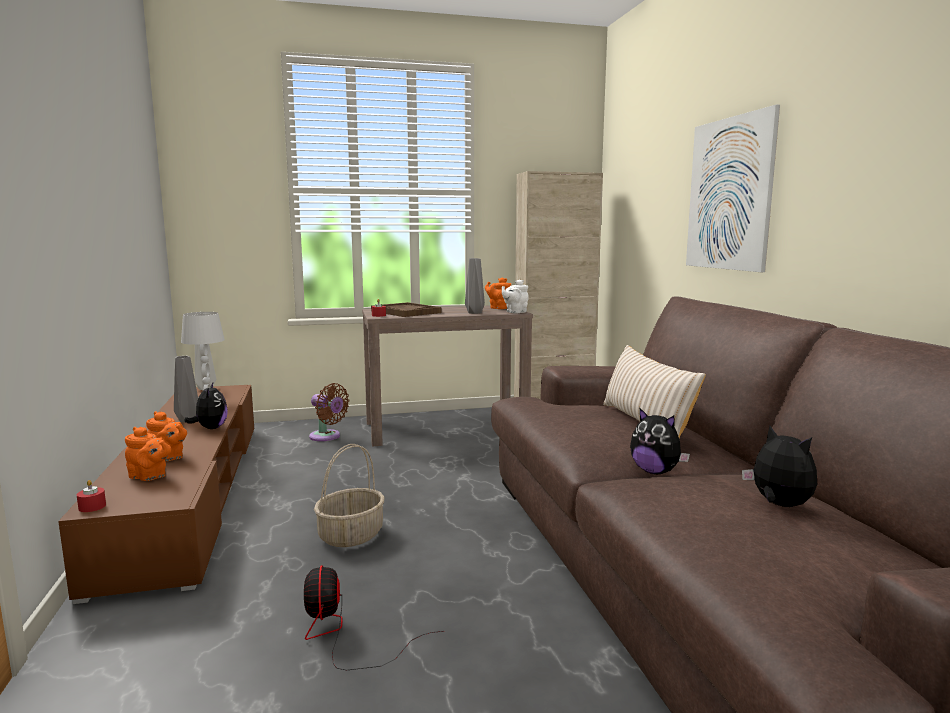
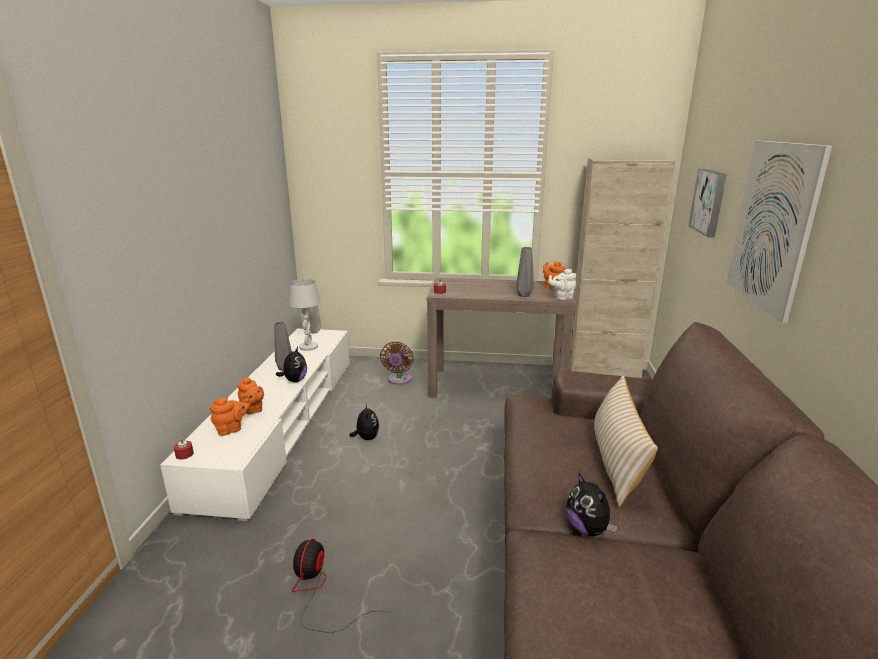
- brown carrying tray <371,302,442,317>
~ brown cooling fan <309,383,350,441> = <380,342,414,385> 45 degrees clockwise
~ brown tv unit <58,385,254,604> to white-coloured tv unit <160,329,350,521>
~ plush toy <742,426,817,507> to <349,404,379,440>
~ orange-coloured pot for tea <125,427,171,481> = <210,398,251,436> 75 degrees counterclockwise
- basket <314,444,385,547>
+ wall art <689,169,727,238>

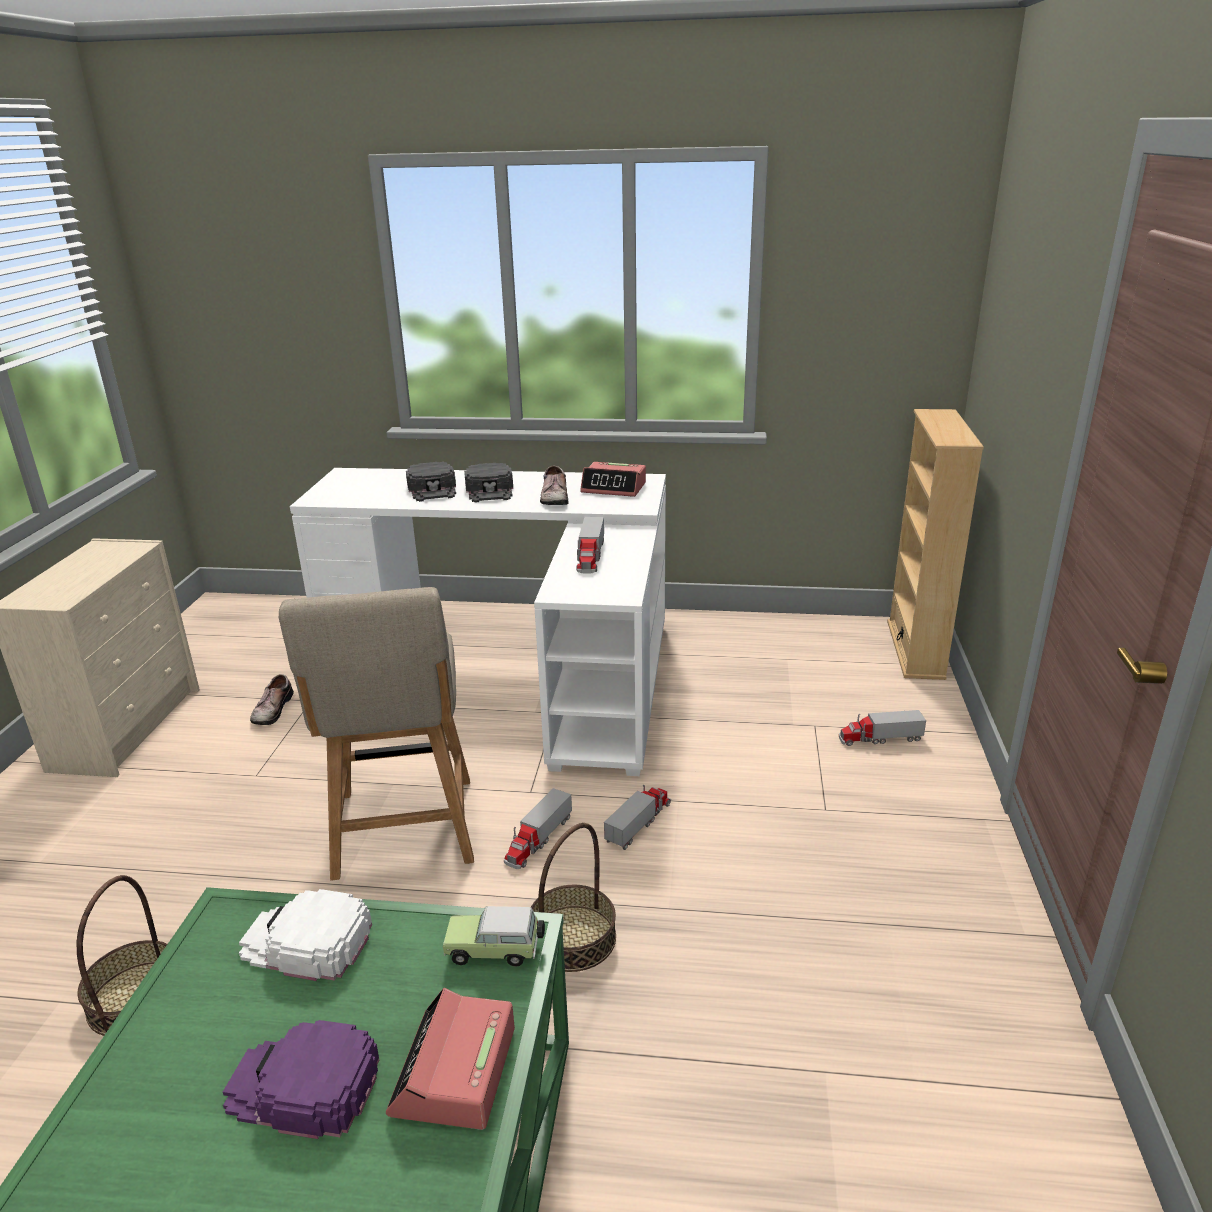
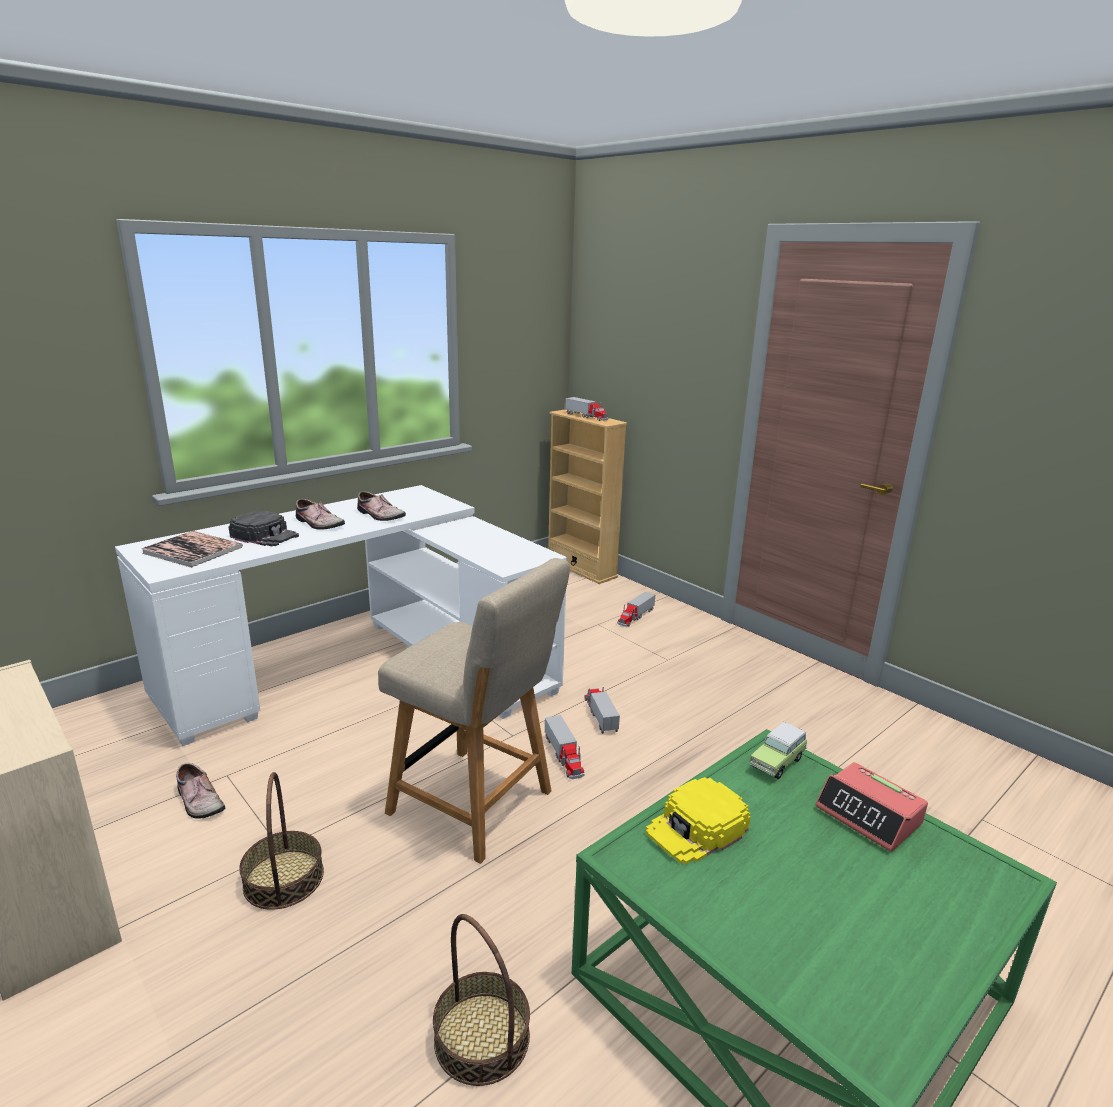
- bedside clock <580,462,646,497>
~ blackish baseball cap <464,463,513,503> to item of footwear <296,499,345,530>
~ model truck <577,517,604,573> to <565,397,609,421>
~ basket <531,823,616,972> to <239,772,324,910>
~ white-coloured baseball cap <239,889,372,981> to yellow-coloured baseball cap <645,777,750,864>
- purplish baseball cap <223,1020,379,1139>
+ volume <141,531,243,568>

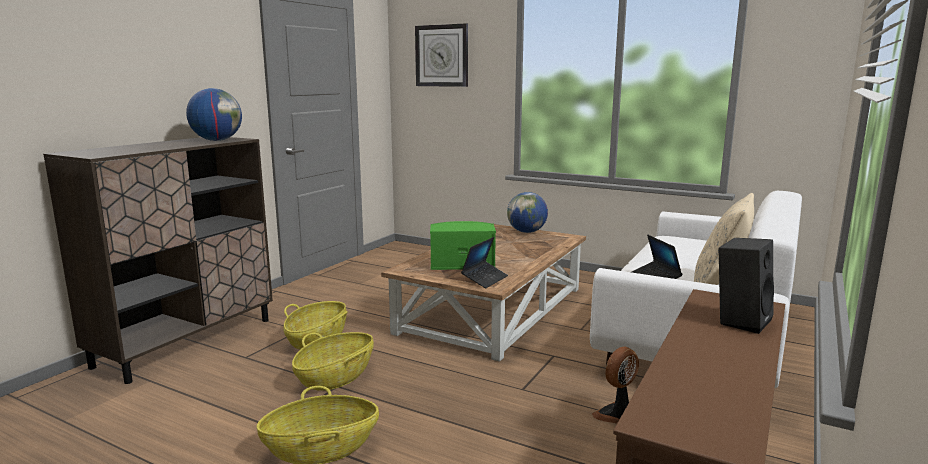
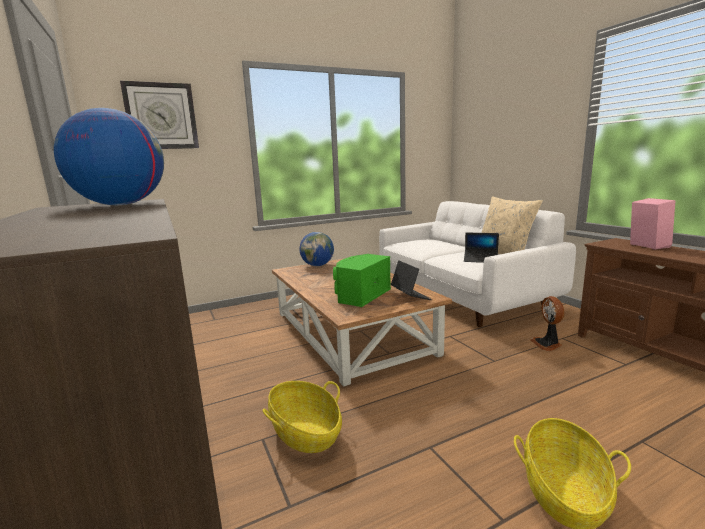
~ blackish speaker <719,238,774,334> to pink speaker <630,198,675,250>
- basket <292,332,374,391>

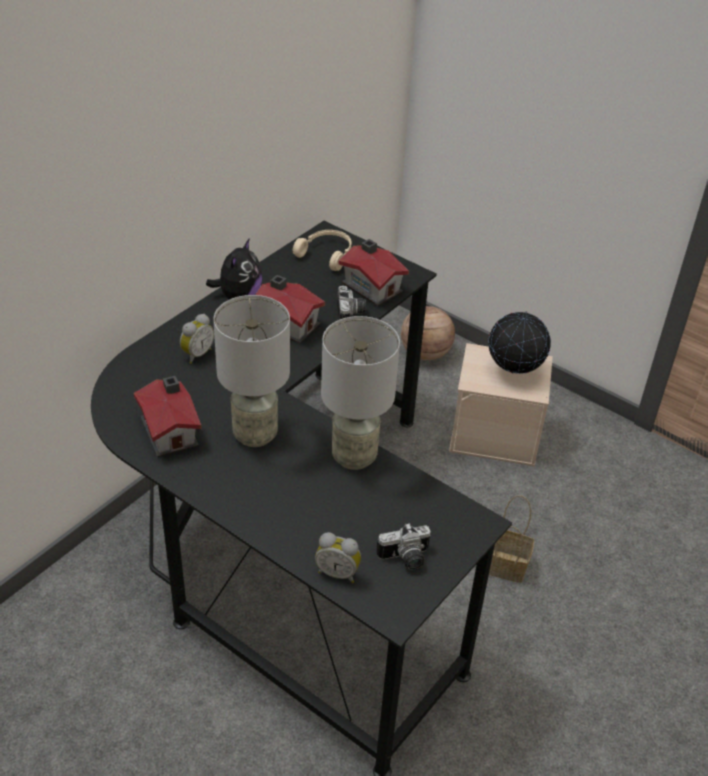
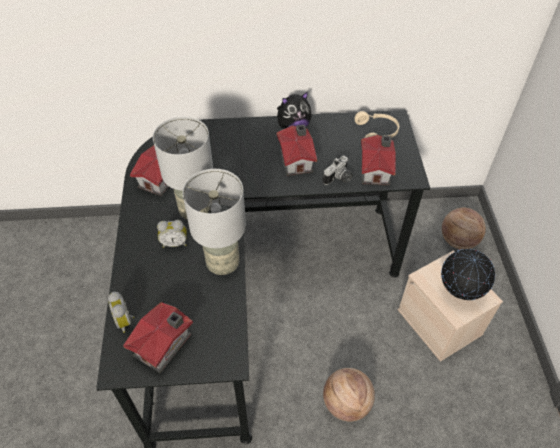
~ bedside clock <180,314,214,364> to <157,220,187,248>
~ basket <489,495,534,583> to basketball <323,368,375,421>
~ photo camera <376,523,431,570> to miniature house <123,302,193,373>

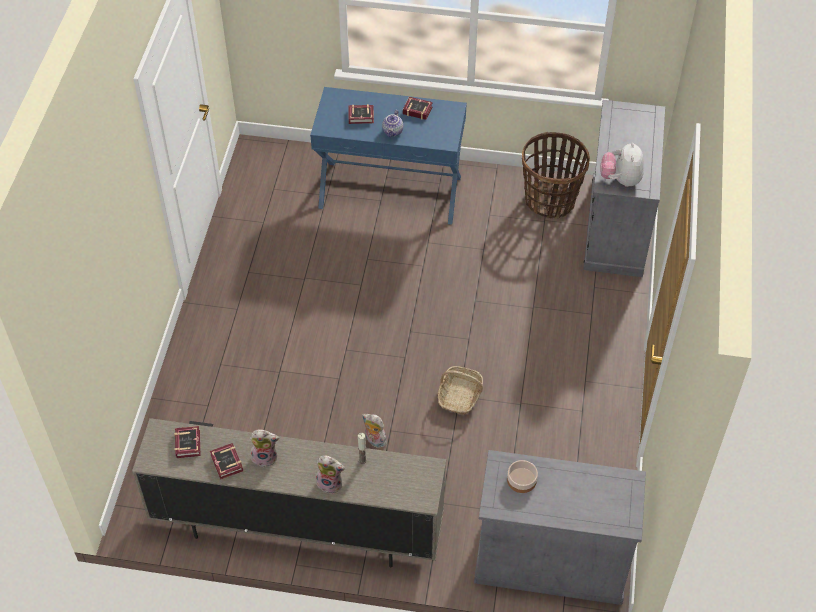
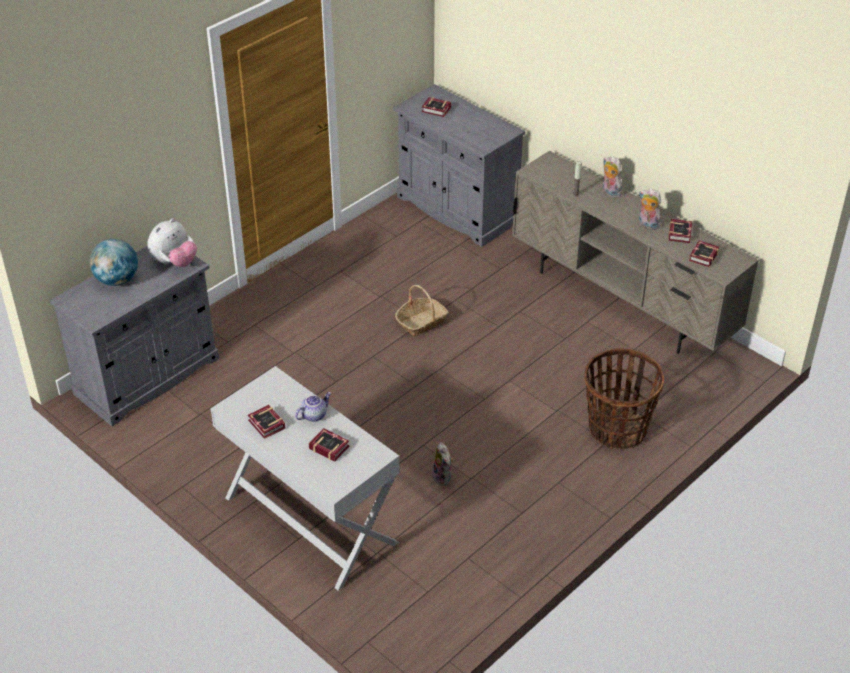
~ bluish console table <310,87,467,225> to white-coloured console table <211,366,400,591>
~ basket <522,132,590,219> to <585,348,664,450>
~ plush toy <362,414,387,448> to <432,442,454,486>
- deep dish <507,460,538,493>
+ volume <422,97,451,117>
+ globe <90,239,138,286>

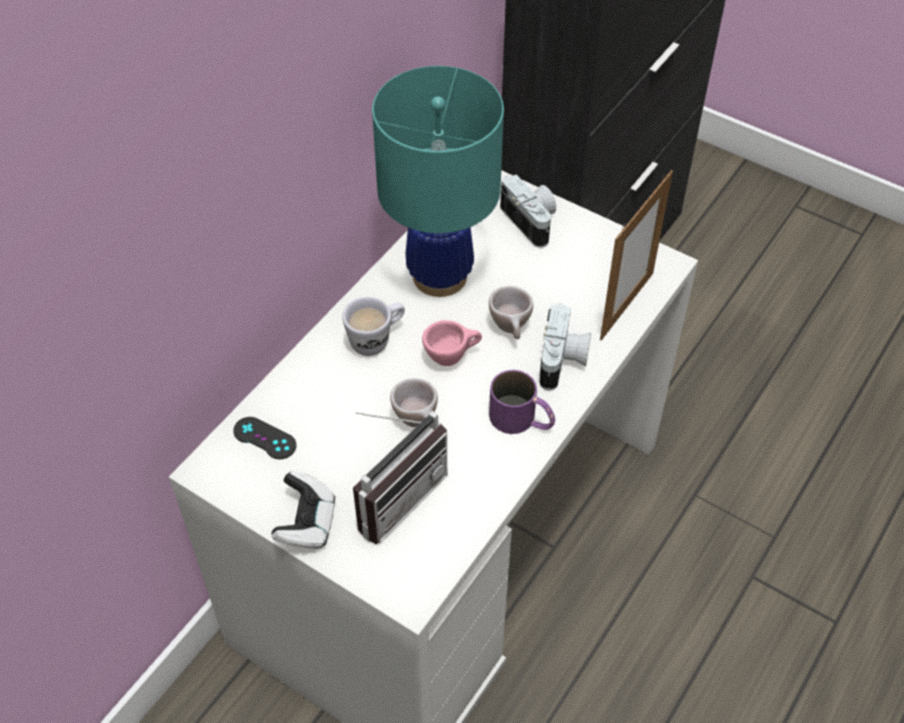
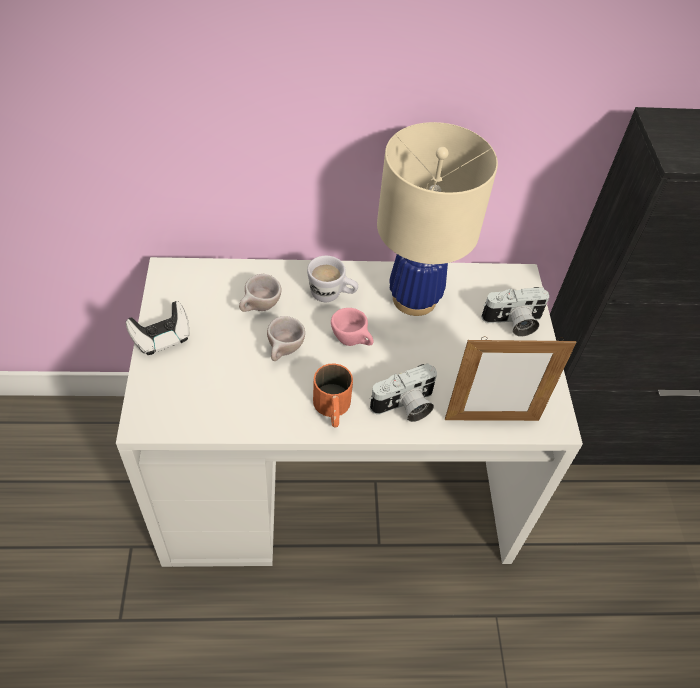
~ turquoise tabletop lamp <372,66,504,297> to beige tabletop lamp <377,122,498,316>
~ photo camera <500,175,556,248> = <481,287,549,337> 60 degrees clockwise
~ beige small cup <489,286,533,339> to <239,274,281,312>
~ purplish tea mug <489,370,555,434> to orange-coloured tea mug <313,364,353,428>
- radio set <353,411,447,544>
- blackish gamepad <233,417,296,459>

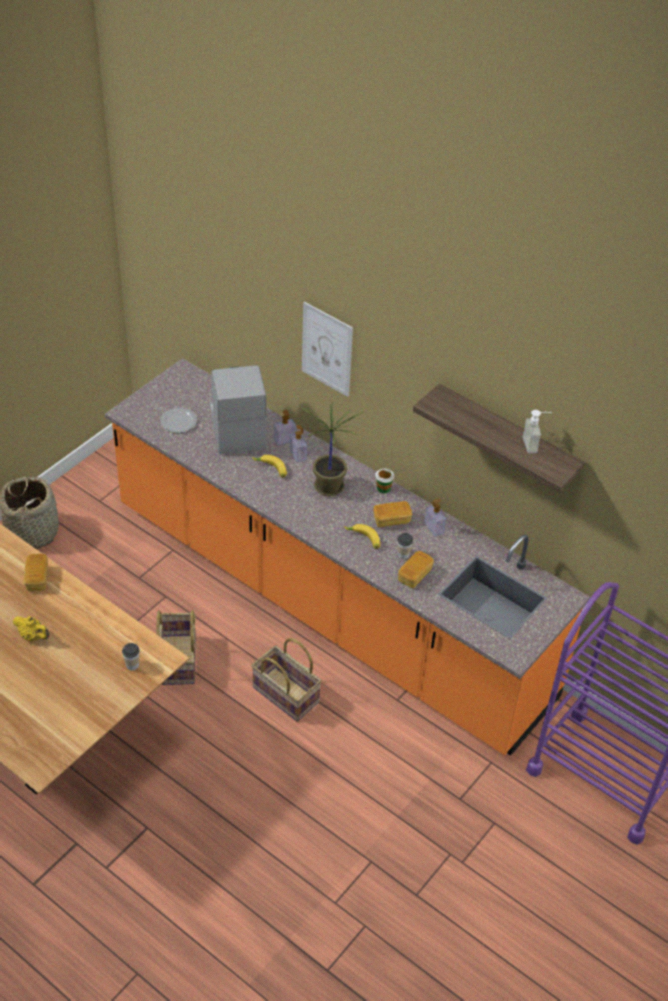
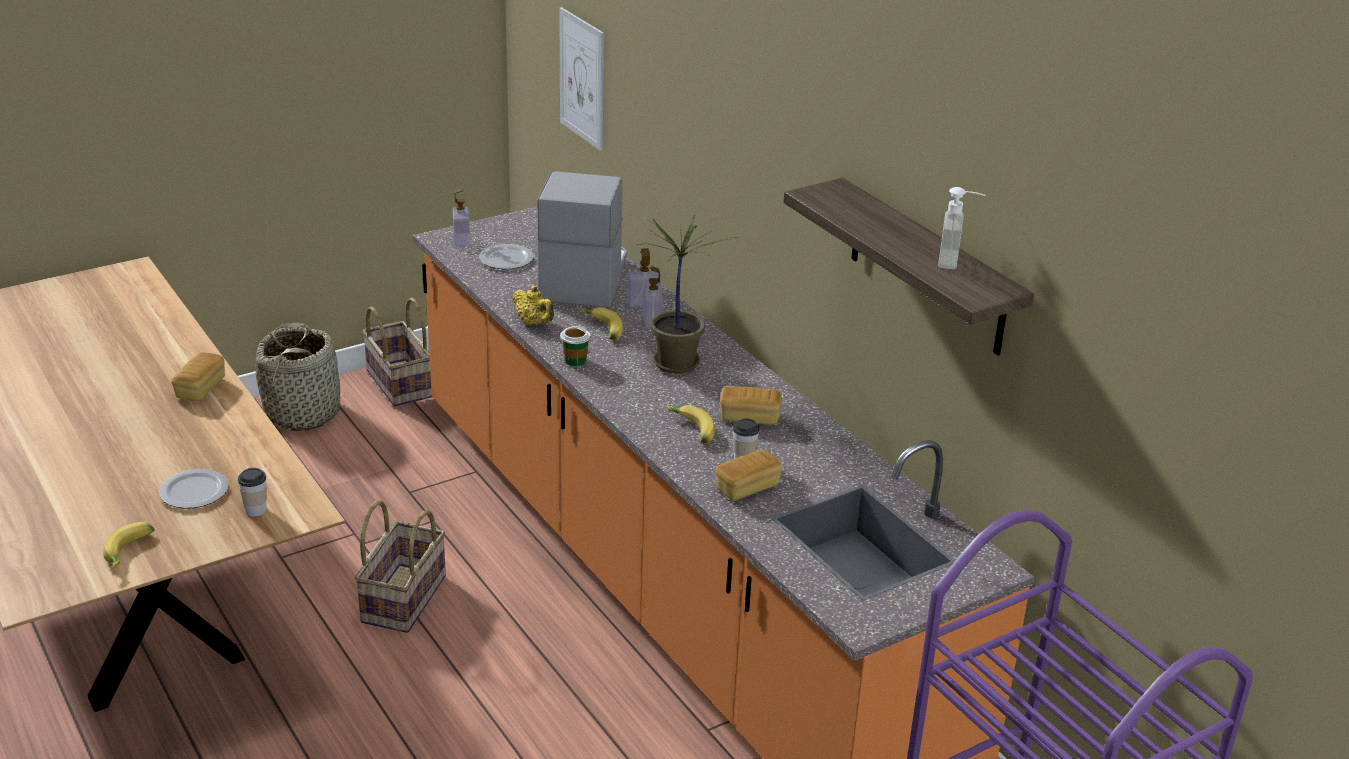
~ wall art <302,302,353,397> to <559,7,604,151>
~ small cup <375,468,394,494> to <560,326,590,366>
~ soap dispenser <425,498,446,537> to <453,187,470,246>
~ yellow-coloured pot for tea <13,616,49,641> to <512,285,554,326>
~ basket <251,638,322,722> to <362,298,432,407>
+ flat dish <159,469,229,509>
+ whole banana <103,522,155,569>

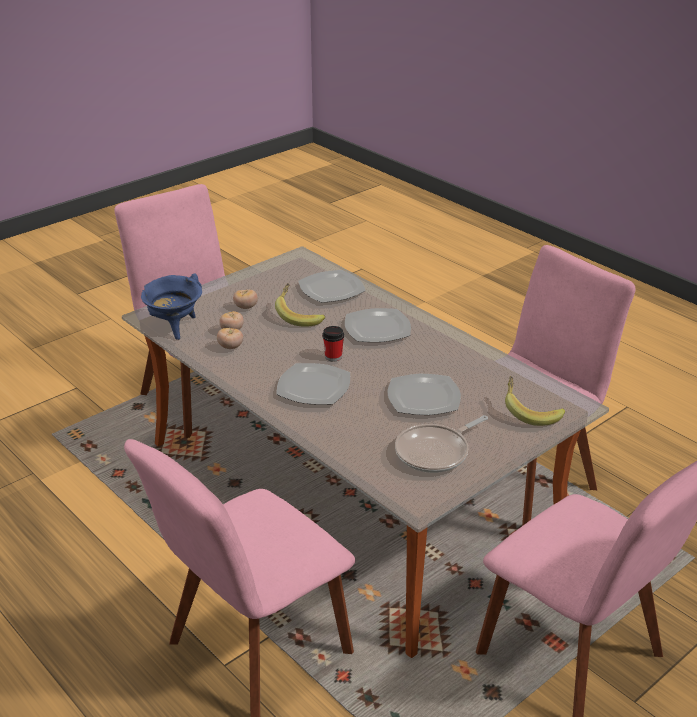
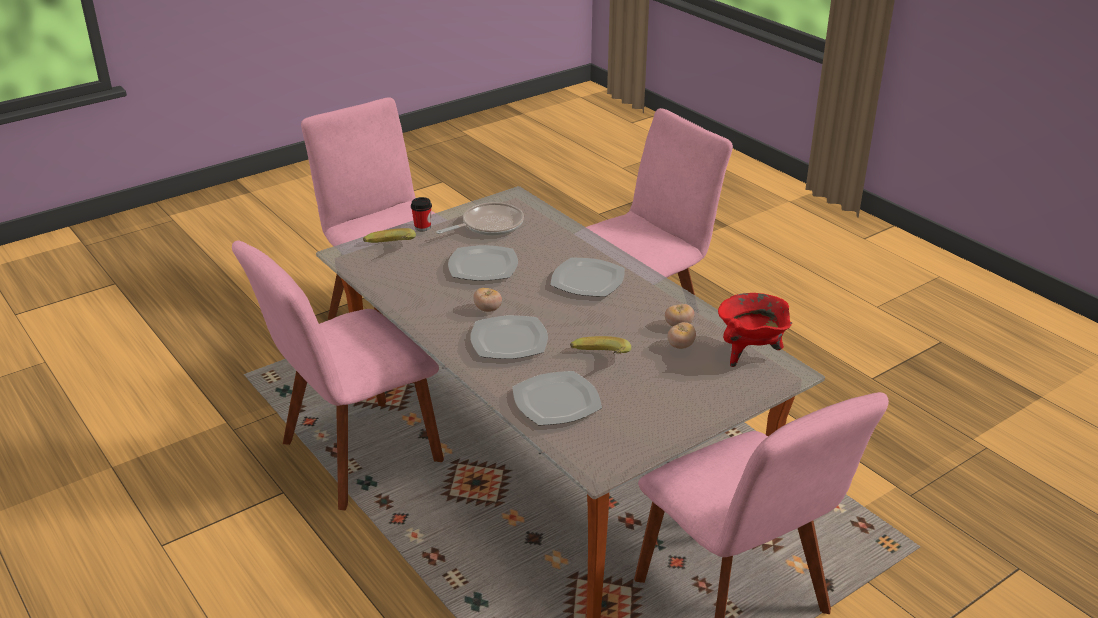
~ bluish saucepot <141,274,202,340> to red-coloured saucepot <718,293,792,367>
~ fresh tomato <233,289,258,309> to <473,288,502,312>
~ small cup <322,326,344,362> to <411,197,432,231>

